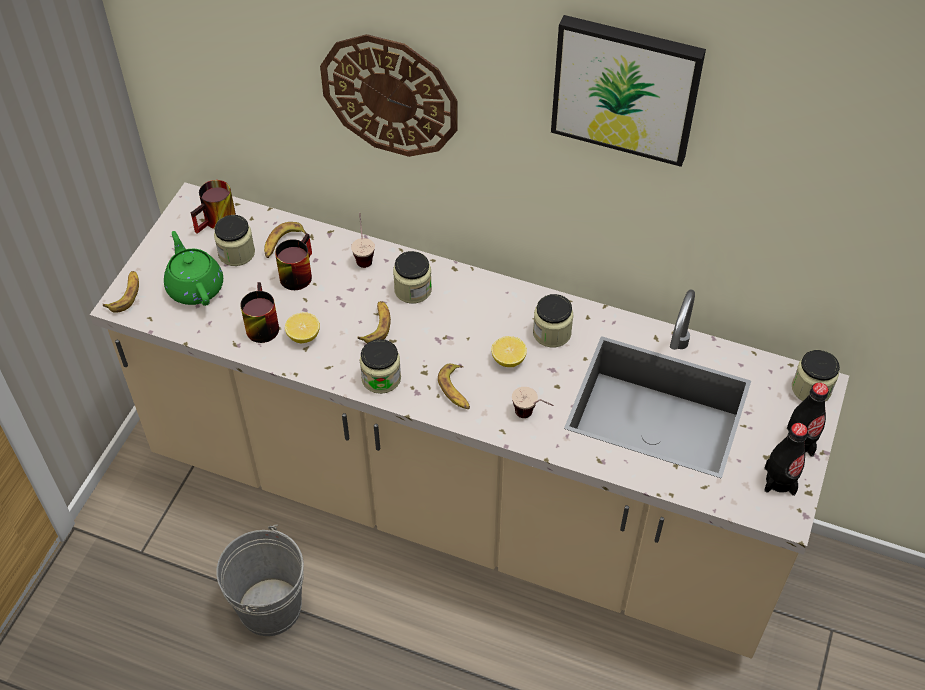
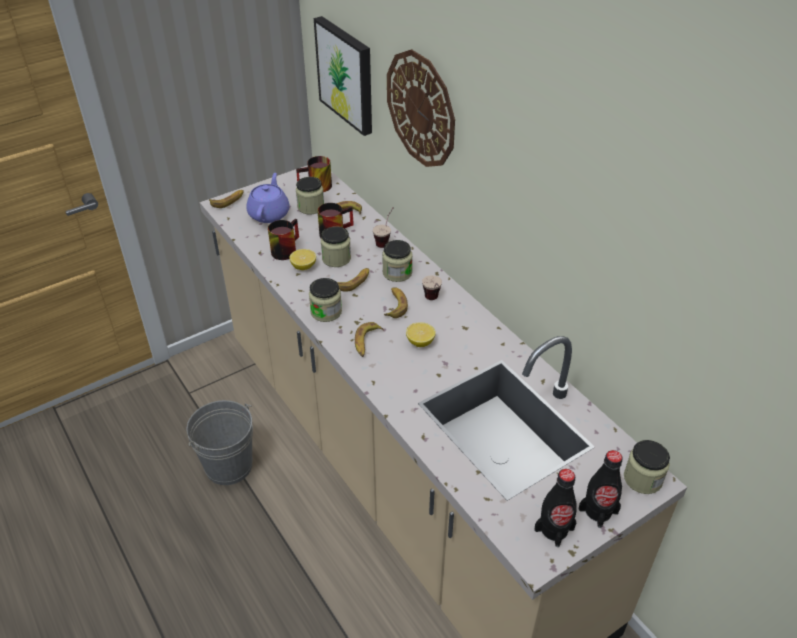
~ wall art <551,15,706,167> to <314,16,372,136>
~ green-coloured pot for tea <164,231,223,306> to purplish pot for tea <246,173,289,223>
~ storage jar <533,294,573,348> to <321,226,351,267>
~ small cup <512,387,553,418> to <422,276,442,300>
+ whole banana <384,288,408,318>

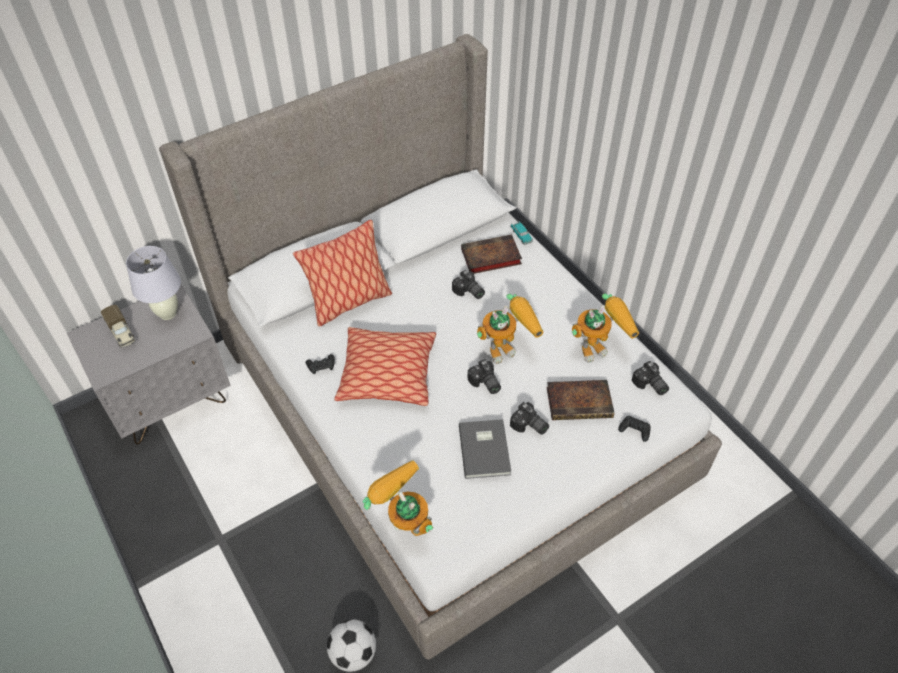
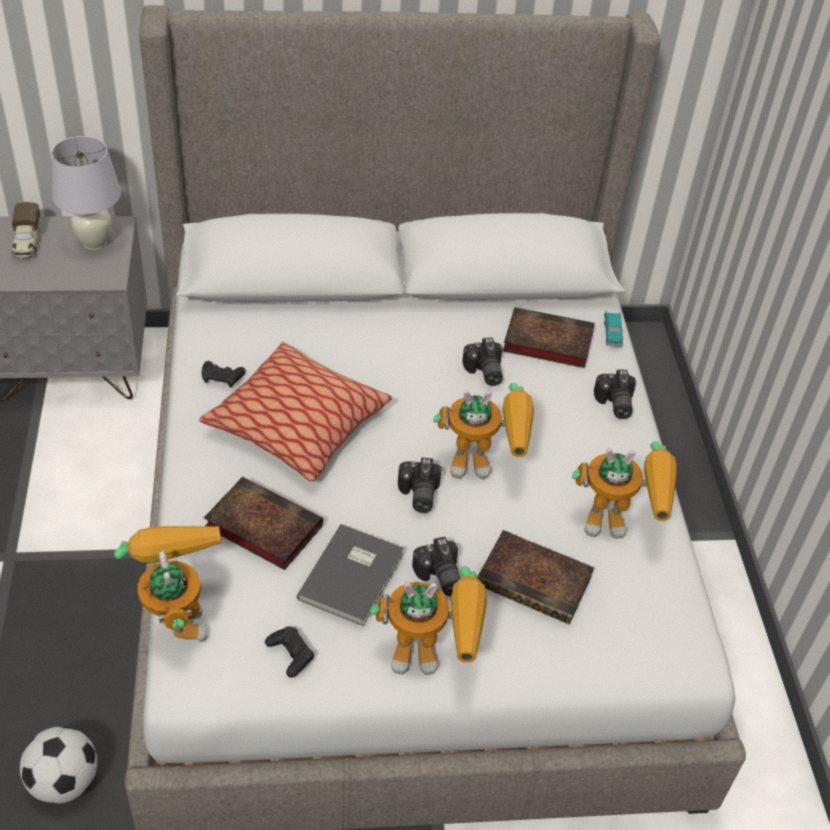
- pillow <293,220,392,327>
~ photo camera <632,361,669,395> to <594,370,636,419>
~ blackish gamepad <618,416,651,442> to <265,626,314,678>
+ volume <204,477,323,570>
+ robot figure <370,566,487,675>

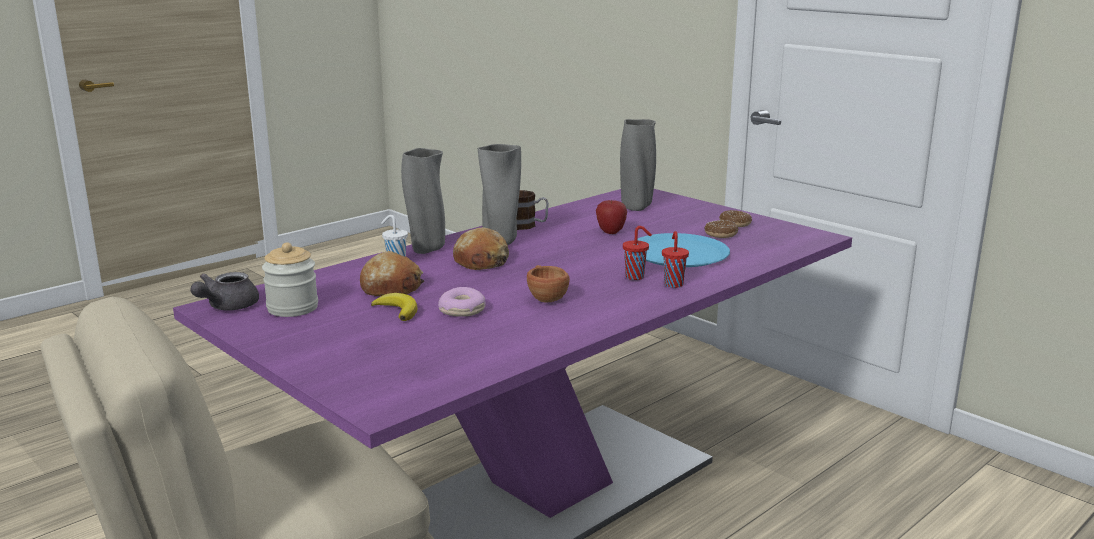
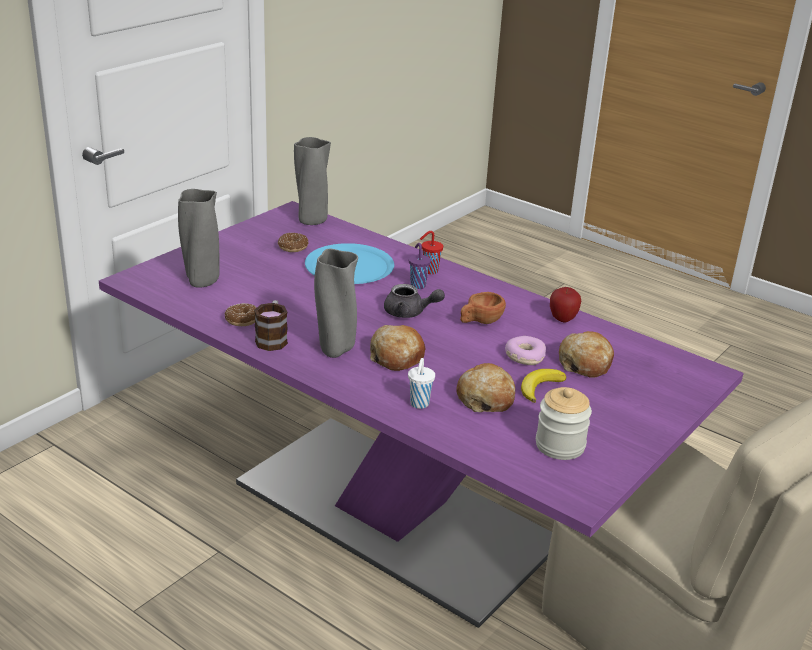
~ grey vase <401,148,445,254> to <294,137,331,225>
~ apple fruit <596,200,627,234> to <550,287,581,322>
~ donut <719,210,752,227> to <224,303,257,326>
~ red-coloured small cup <623,226,652,280> to purplish small cup <409,243,431,289>
~ grey pot for tea <190,272,259,310> to <384,284,445,318>
+ bakery bread <559,331,614,378>

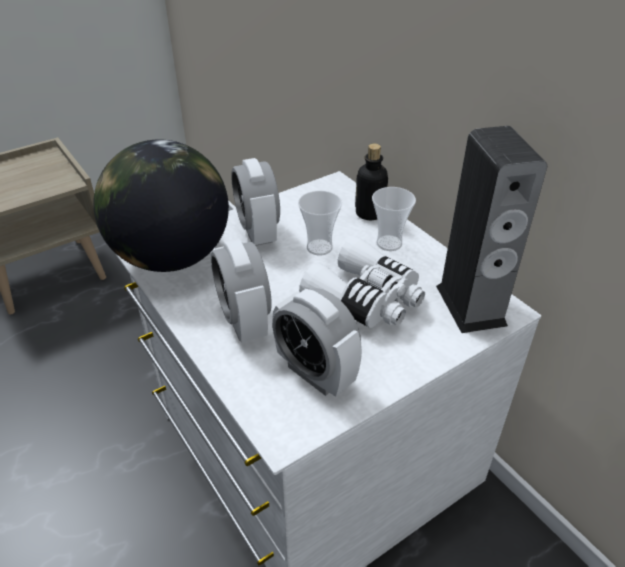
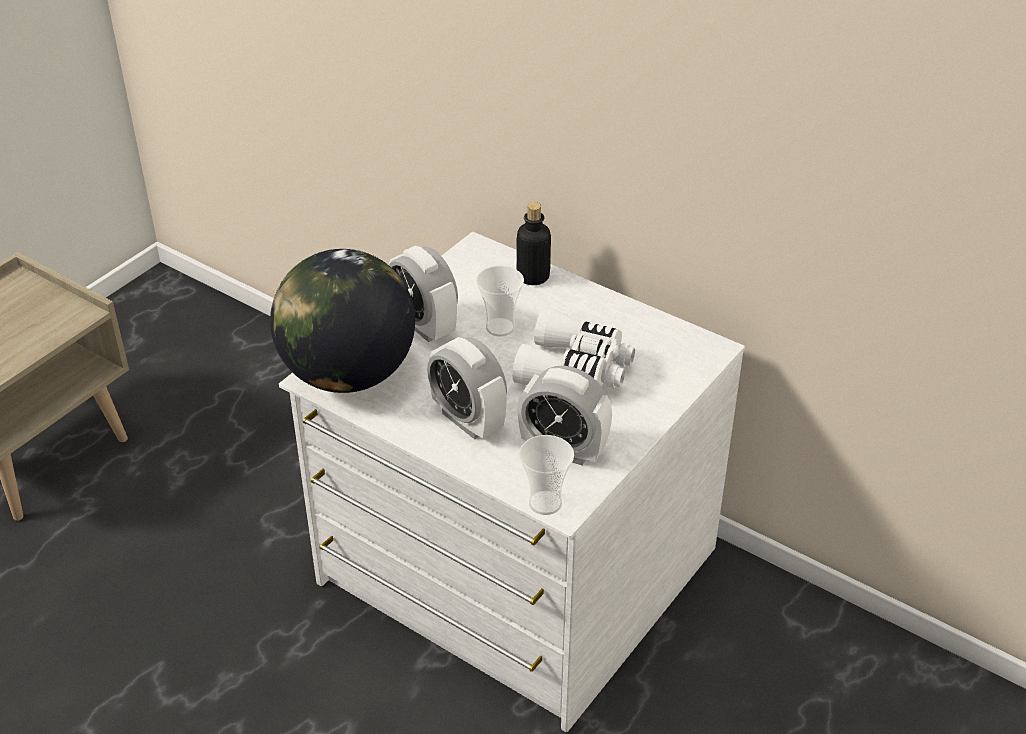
- speaker <436,126,547,333>
~ small cup <372,187,416,251> to <519,435,574,515>

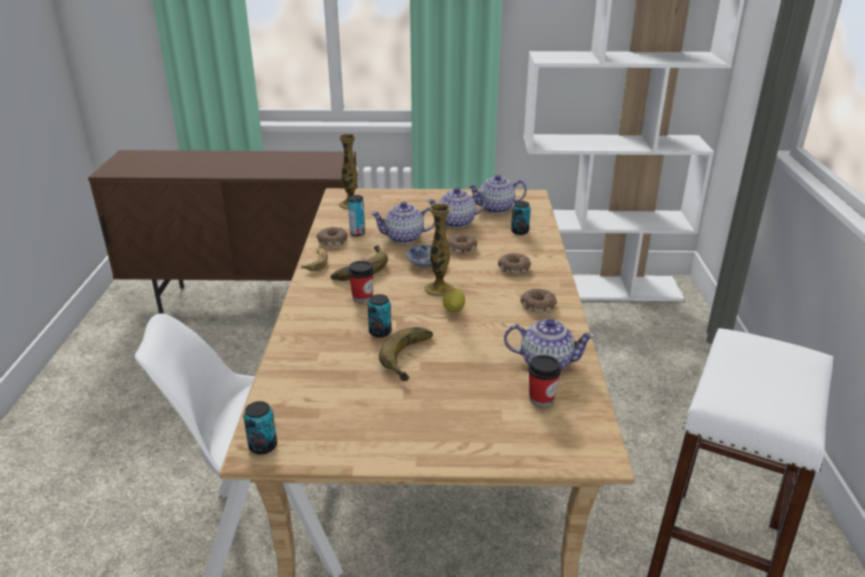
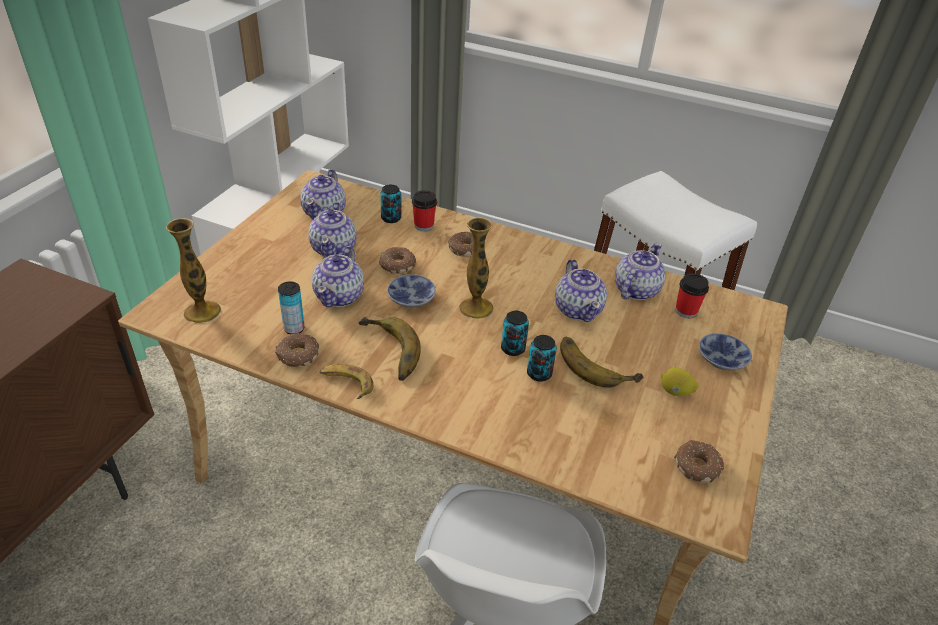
~ small cup <348,260,374,303> to <412,190,437,231>
~ whole lemon <443,288,465,312> to <661,368,699,396>
~ donut <520,289,557,313> to <674,440,724,483>
~ can <243,401,277,455> to <501,311,529,356>
+ pot for tea <555,259,607,322>
+ deep dish <699,333,752,370>

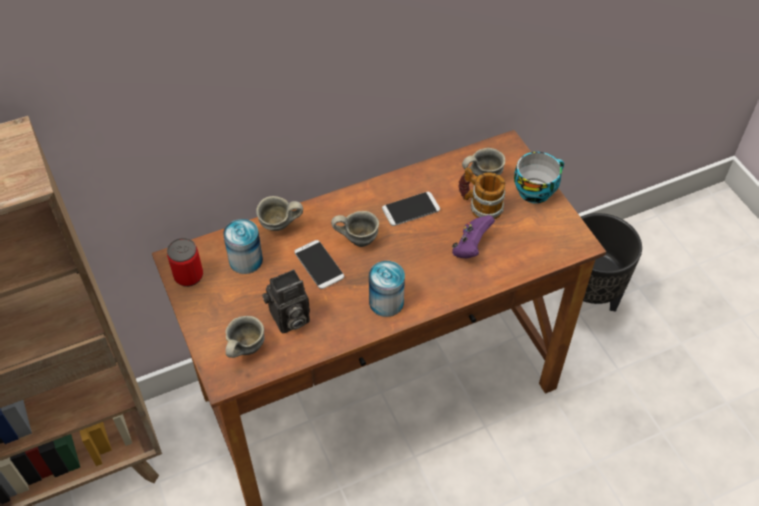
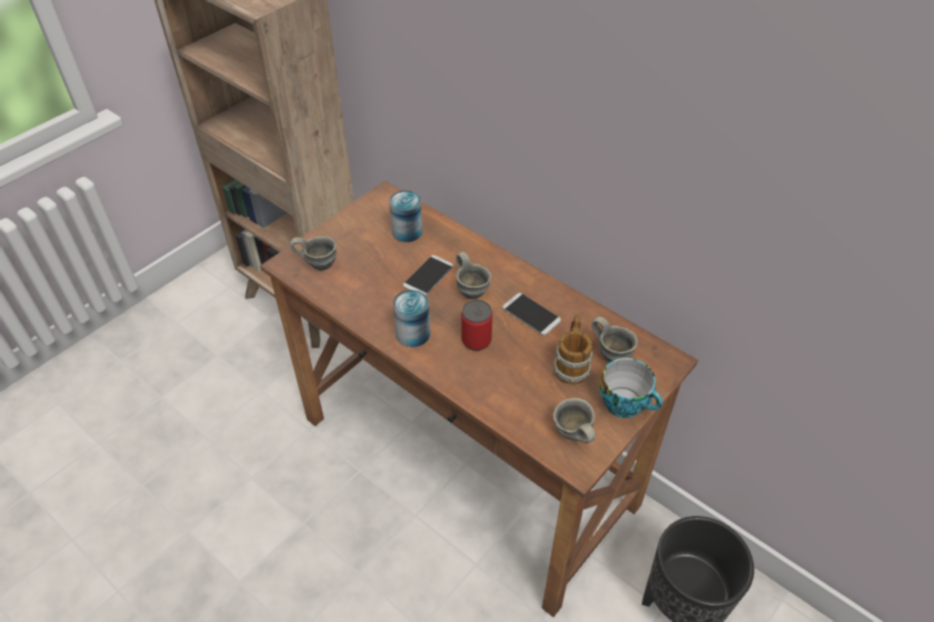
~ grey tea mug <256,196,303,231> to <553,398,596,443>
- purplish gamepad <452,215,495,258>
~ can <167,238,203,287> to <461,300,492,351>
- photo camera <262,269,310,334>

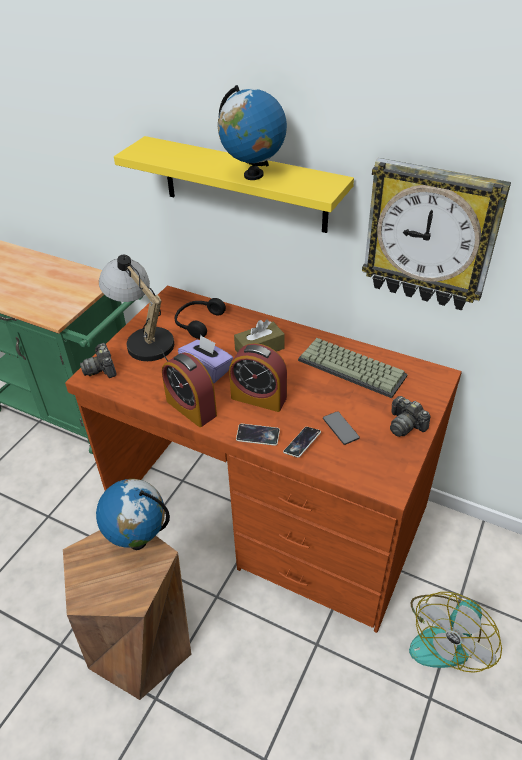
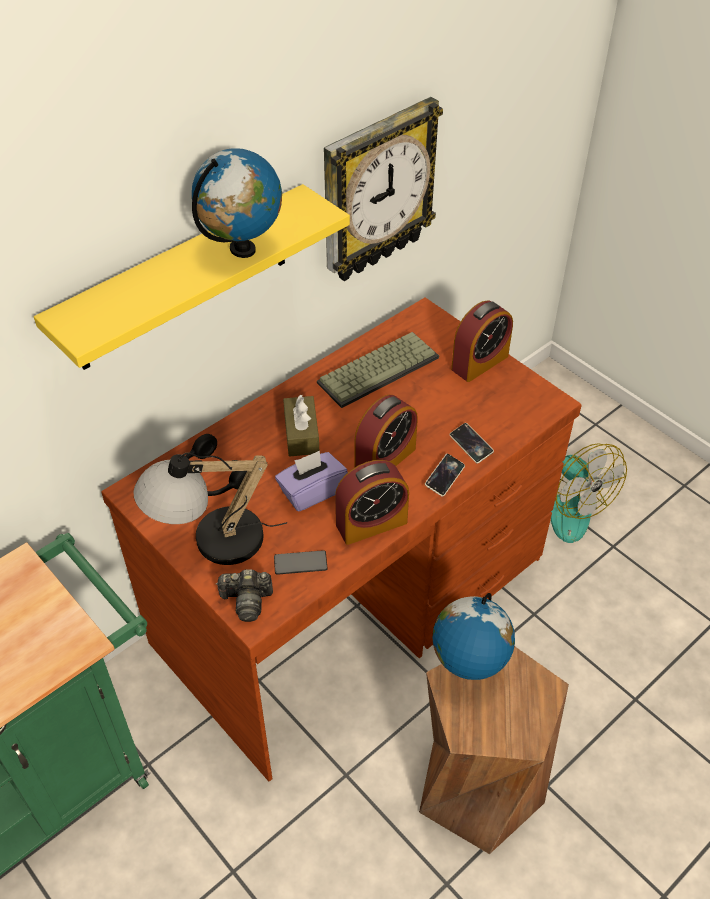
~ photo camera <390,396,430,437> to bedside clock <451,300,513,382>
~ telephone <323,411,360,445> to <274,550,328,575>

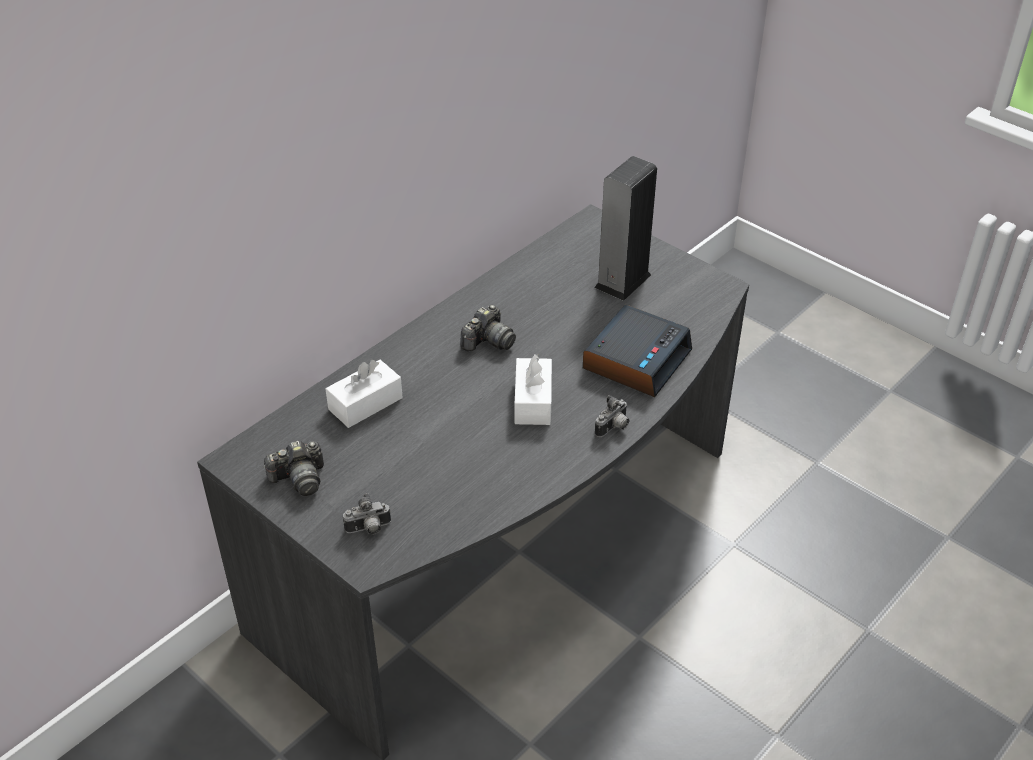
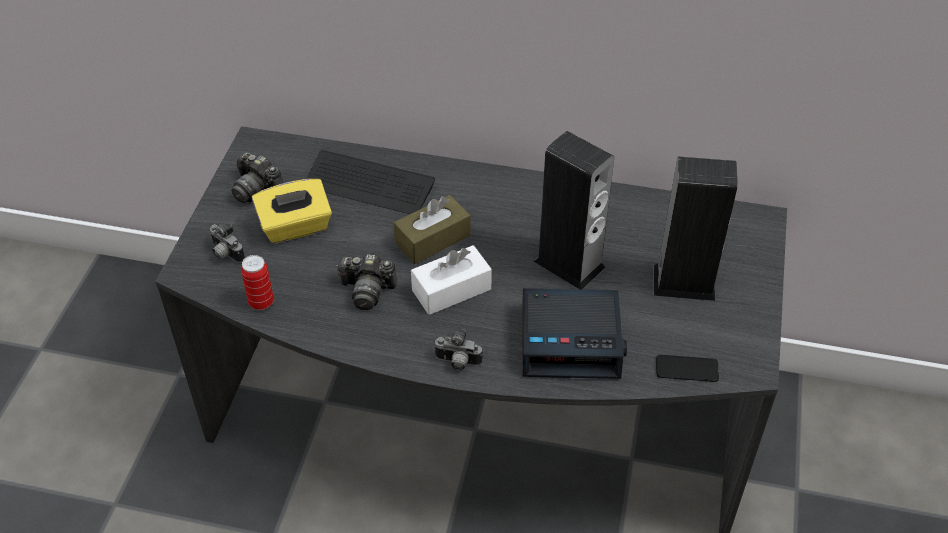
~ photo camera <460,305,516,351> to <336,254,397,310>
~ white-coloured tissue box <325,360,403,428> to keyboard <307,150,435,214>
+ speaker <534,131,614,290>
+ yellow-coloured tissue box <252,179,332,244>
+ brown tissue box <394,195,471,264>
+ can <241,255,274,310>
+ telephone <656,355,719,382>

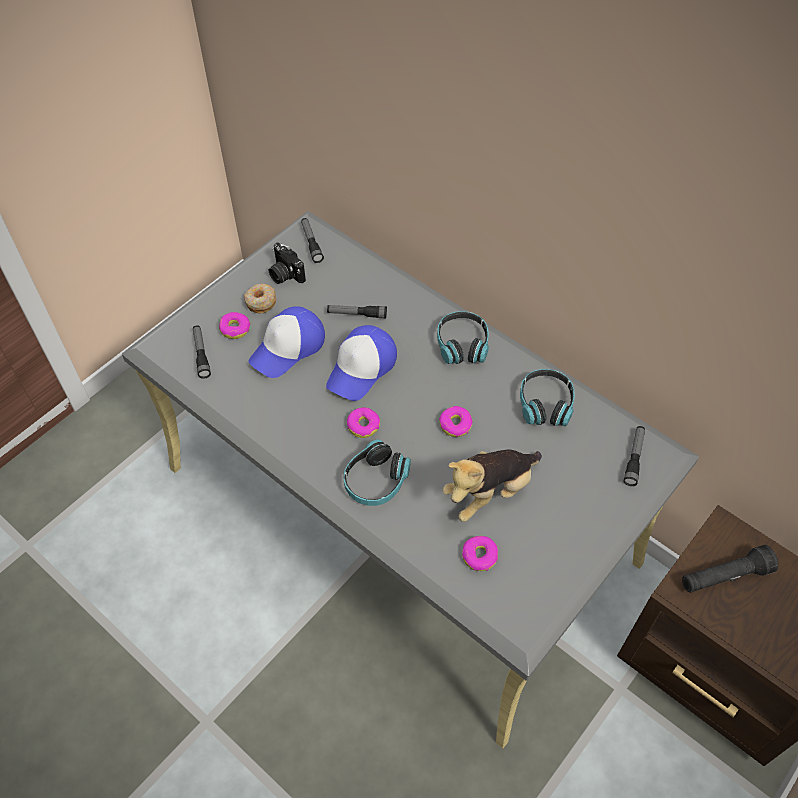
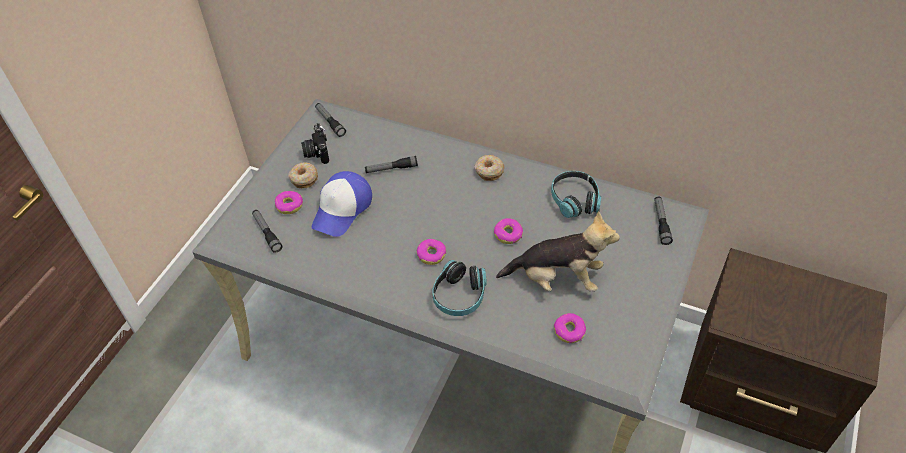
~ photo camera <269,243,306,284> = <301,123,329,164> 45 degrees clockwise
~ headset <437,311,489,364> to donut <475,155,504,181>
- baseball cap <326,325,397,401>
~ plush toy <443,449,542,522> = <496,211,620,292> 120 degrees counterclockwise
- blackish flashlight <682,545,778,593>

